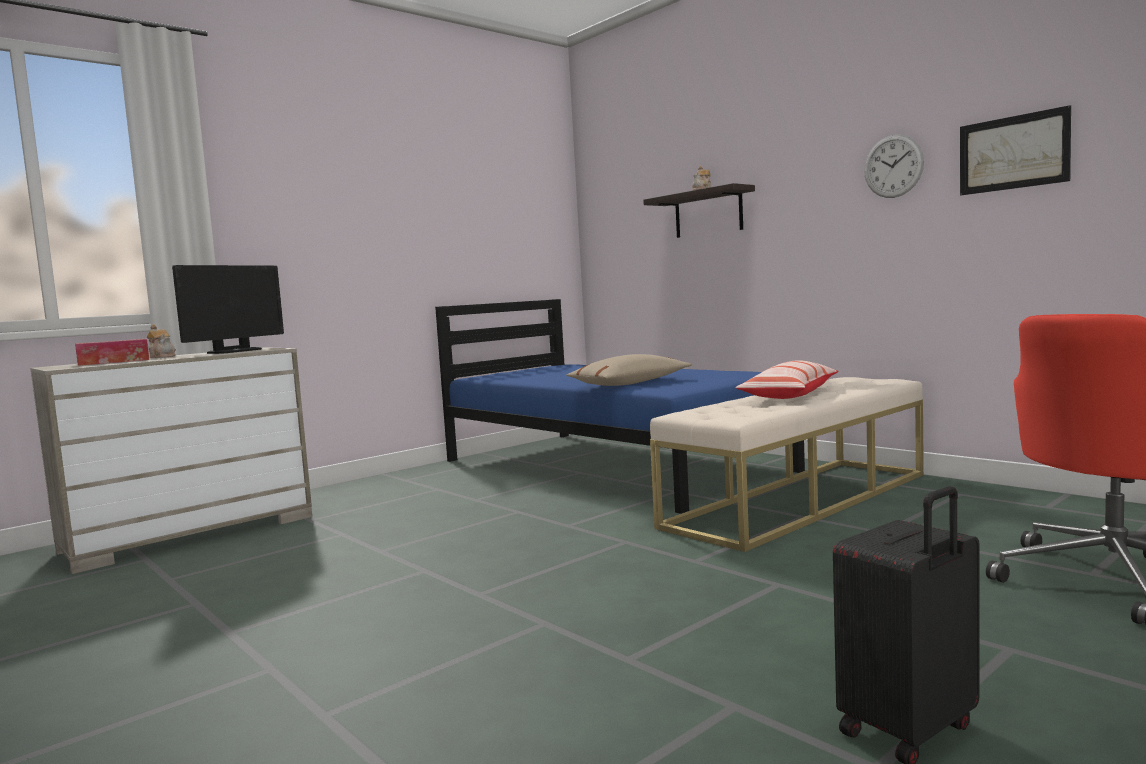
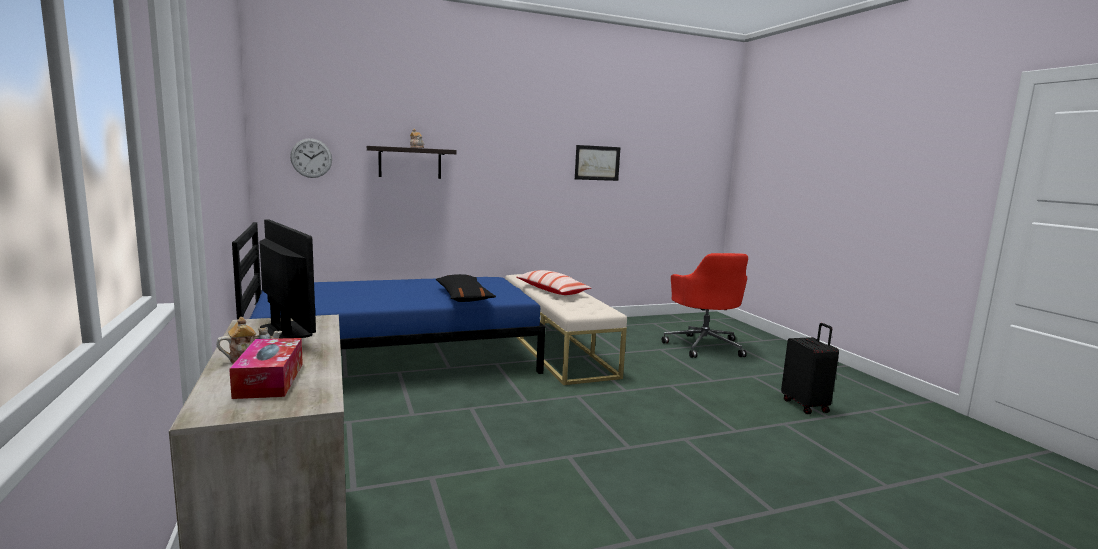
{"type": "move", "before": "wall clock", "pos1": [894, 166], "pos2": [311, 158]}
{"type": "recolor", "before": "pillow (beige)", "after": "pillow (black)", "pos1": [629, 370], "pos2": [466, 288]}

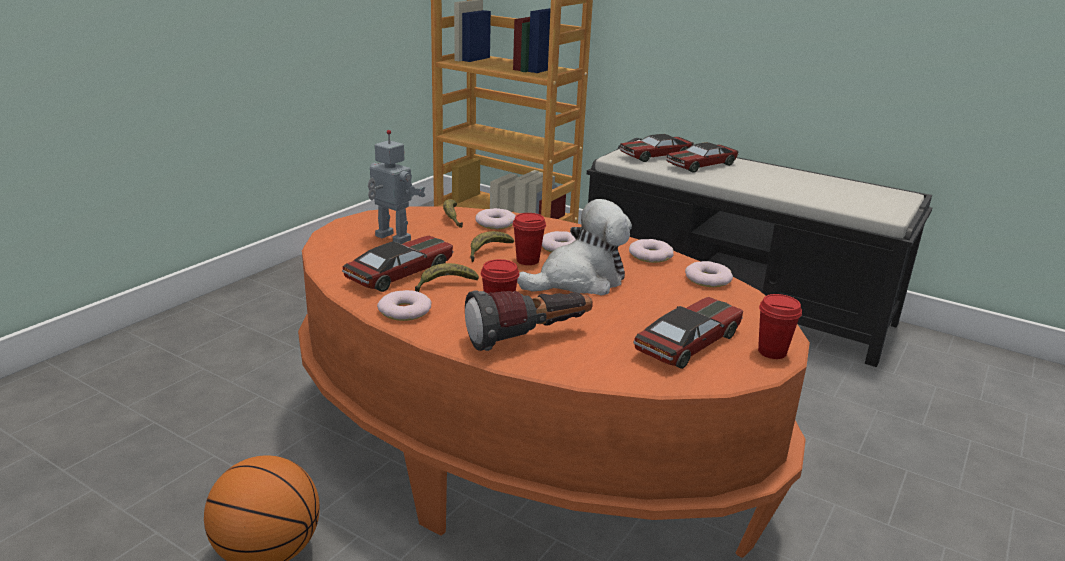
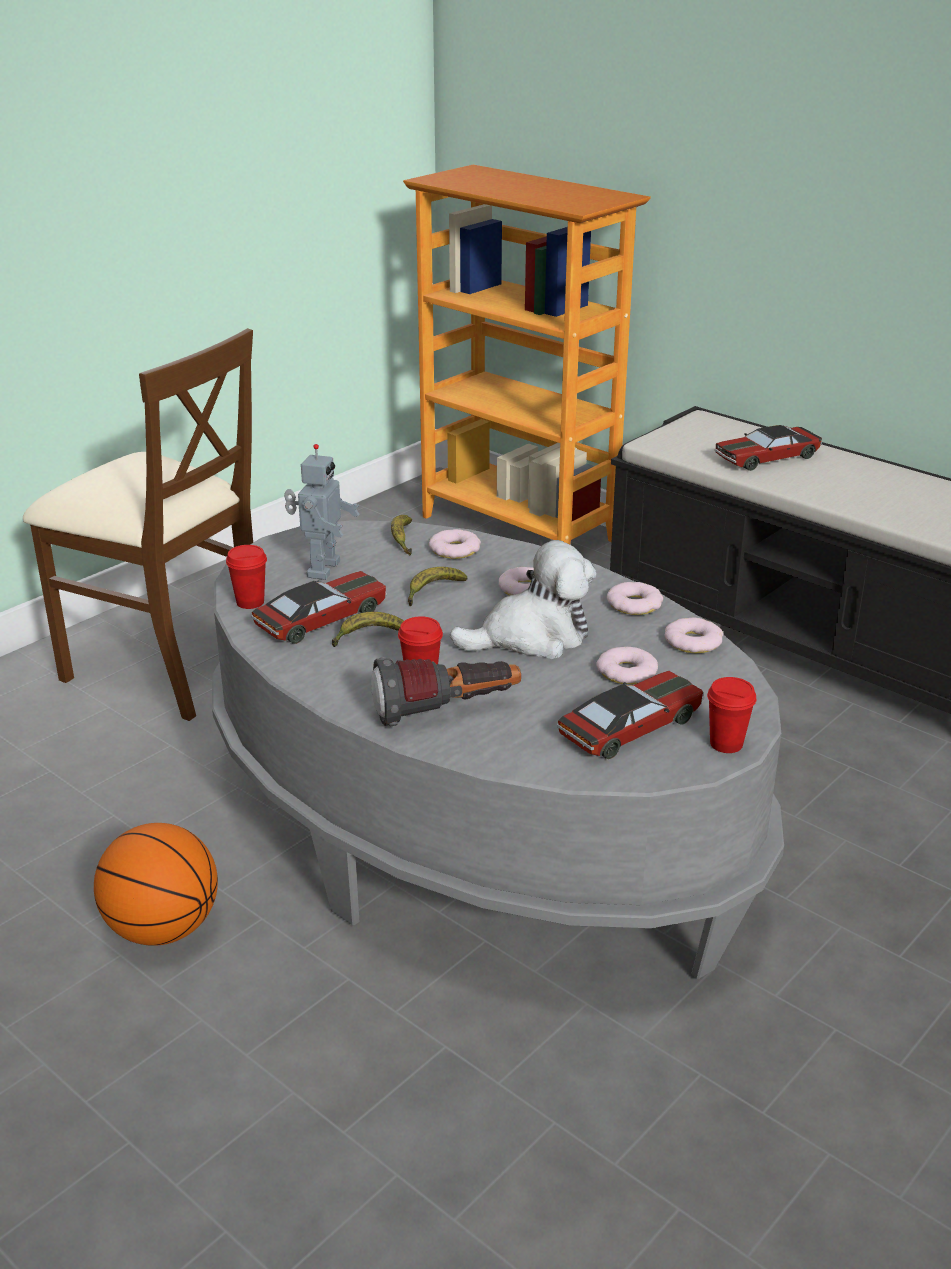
{"type": "delete", "before": "toy car", "pos1": [656, 148]}
{"type": "insert", "after": "chair (brown)", "pos2": [138, 524]}
{"type": "move", "before": "donut", "pos1": [404, 305], "pos2": [627, 665]}
{"type": "move", "before": "cup (red)", "pos1": [529, 239], "pos2": [246, 577]}
{"type": "recolor", "before": "coffee table (orange)", "after": "coffee table (grey)", "pos1": [554, 382], "pos2": [498, 749]}
{"type": "rotate", "before": "toy robot", "pos1": [397, 187], "pos2": [321, 512], "turn": 60}

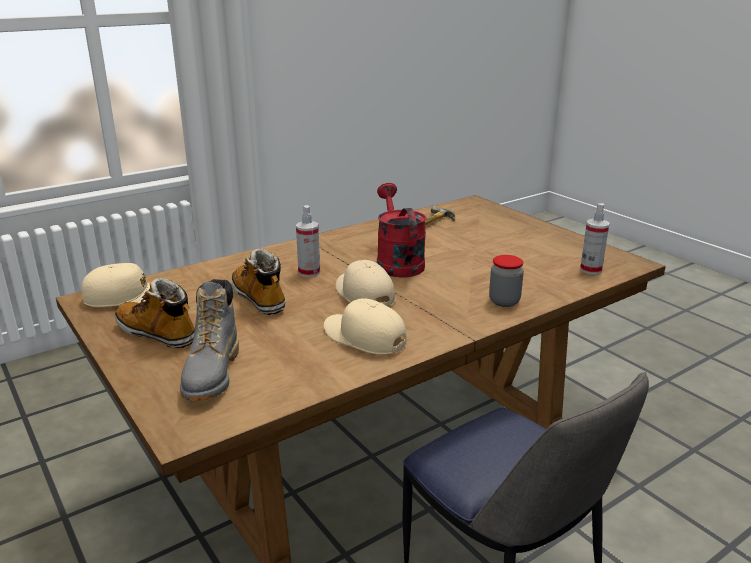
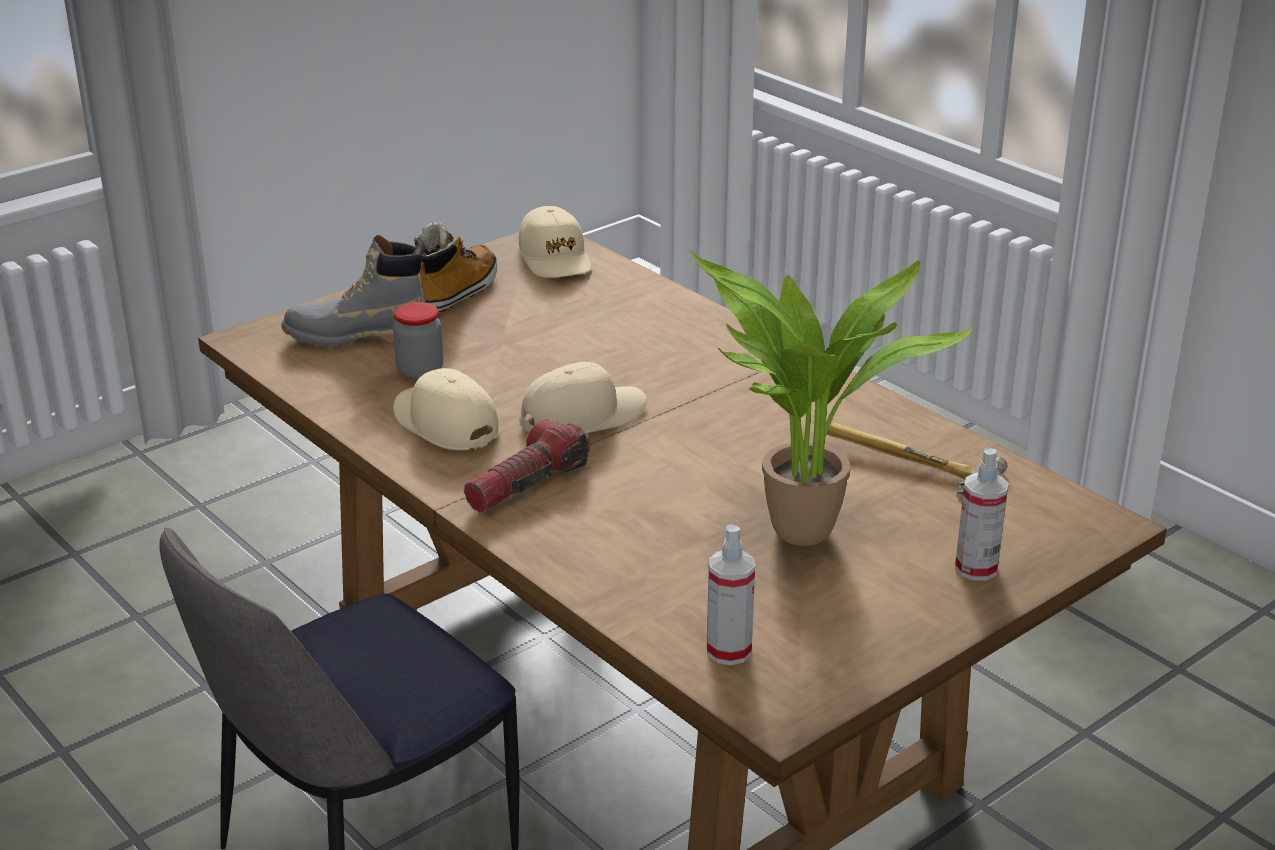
{"type": "delete", "before": "boot", "pos1": [258, 281]}
{"type": "delete", "before": "watering can (red)", "pos1": [402, 230]}
{"type": "insert", "after": "flashlight", "pos2": [527, 466]}
{"type": "insert", "after": "potted plant", "pos2": [831, 397]}
{"type": "move", "before": "spray bottle", "pos1": [308, 241], "pos2": [982, 514]}
{"type": "move", "before": "jar", "pos1": [506, 281], "pos2": [418, 341]}
{"type": "rotate", "before": "cap (beige)", "pos1": [365, 326], "pos2": [446, 409], "turn": -75}

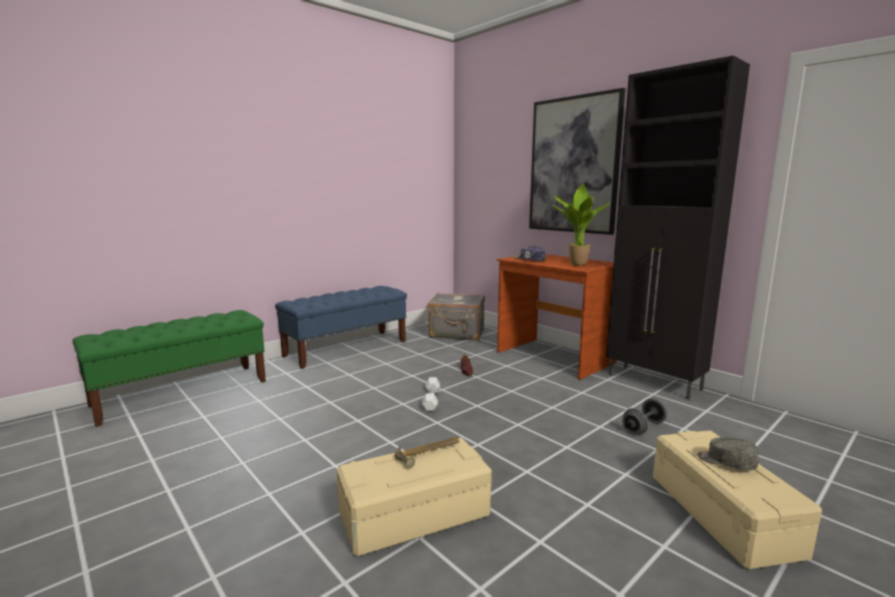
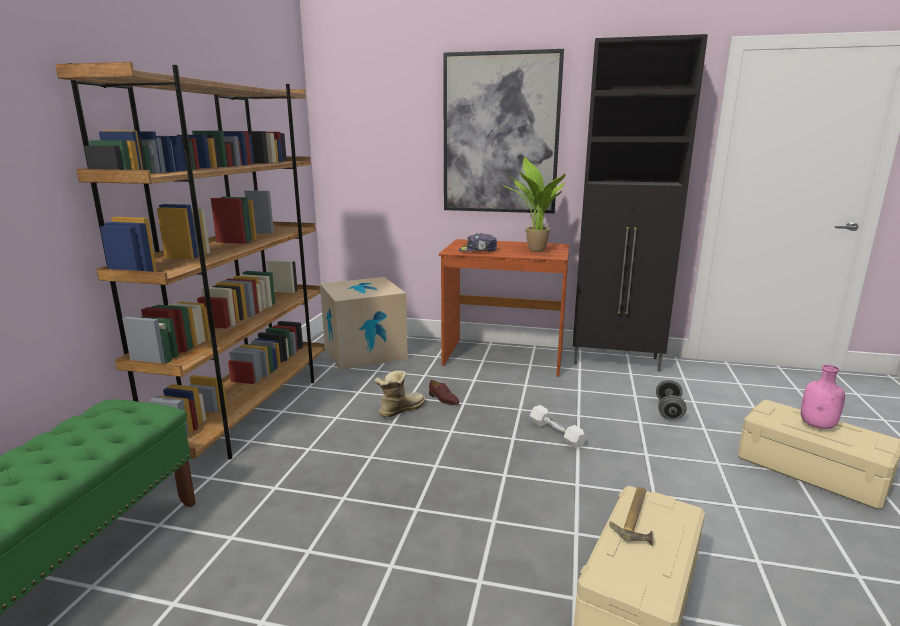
{"type": "insert", "after": "boot", "pos2": [400, 394]}
{"type": "move", "before": "dumbbell (white)", "pos1": [431, 394], "pos2": [558, 426]}
{"type": "replace", "before": "bench (blue)", "after": "bookcase (brown)", "pos1": [341, 327], "pos2": [190, 260]}
{"type": "replace", "before": "suitcase (grey)", "after": "cardboard box", "pos1": [456, 316], "pos2": [364, 323]}
{"type": "replace", "before": "cap (grey)", "after": "bottle (pink)", "pos1": [727, 454], "pos2": [823, 397]}

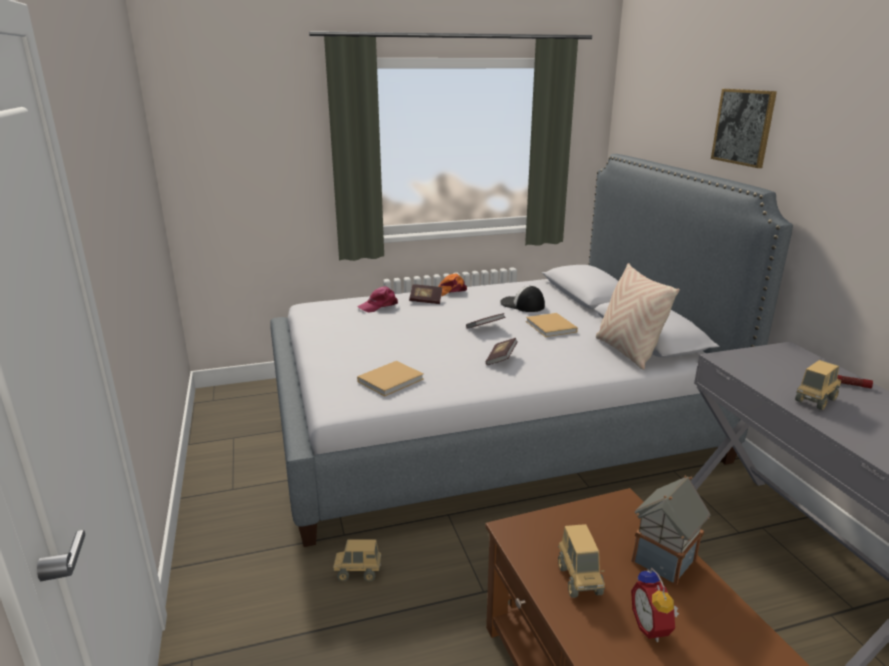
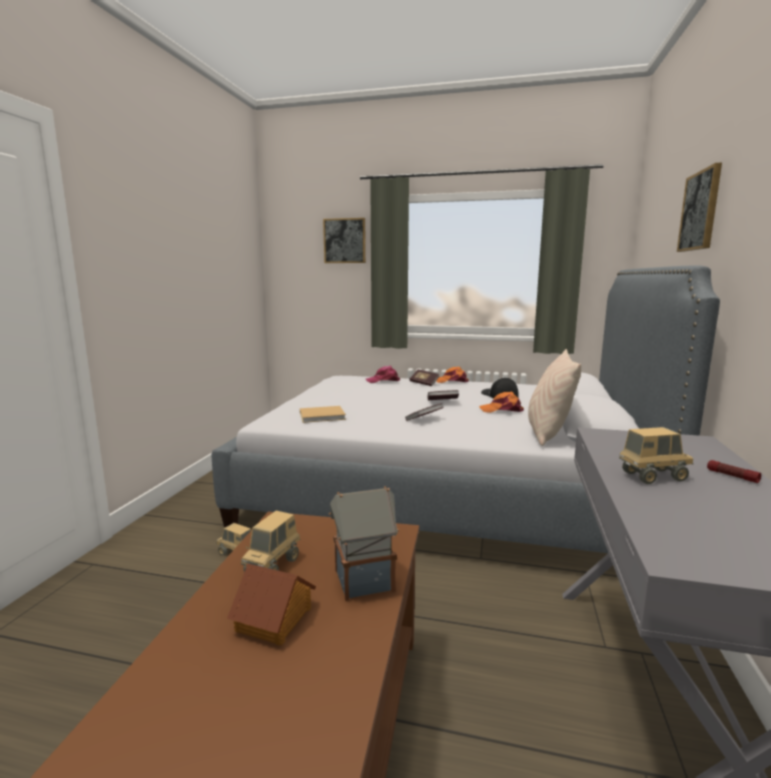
{"type": "insert", "after": "picture", "pos2": [344, 240]}
{"type": "replace", "before": "book (beige)", "after": "cap (orange)", "pos1": [552, 325], "pos2": [501, 402]}
{"type": "replace", "before": "alarm clock", "after": "toy house", "pos1": [655, 604], "pos2": [271, 604]}

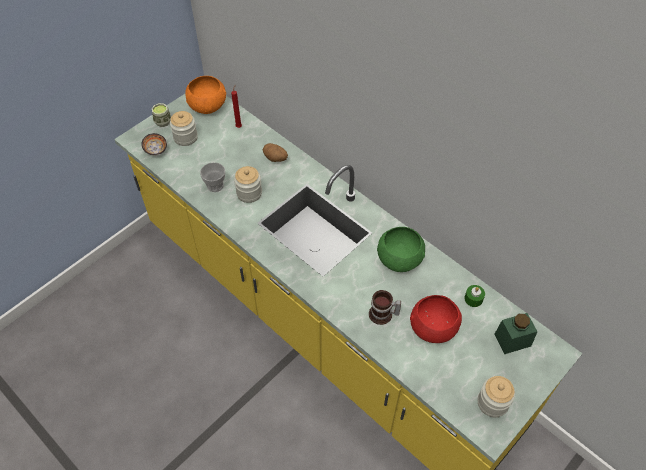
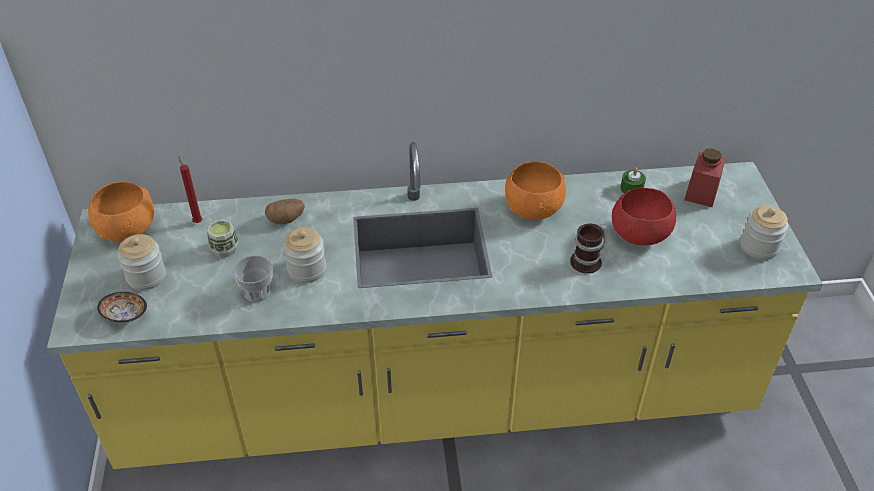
{"type": "move", "before": "cup", "pos1": [161, 115], "pos2": [223, 238]}
{"type": "recolor", "before": "bowl (green)", "after": "bowl (orange)", "pos1": [401, 249], "pos2": [535, 190]}
{"type": "recolor", "before": "jar (green)", "after": "jar (red)", "pos1": [516, 333], "pos2": [705, 178]}

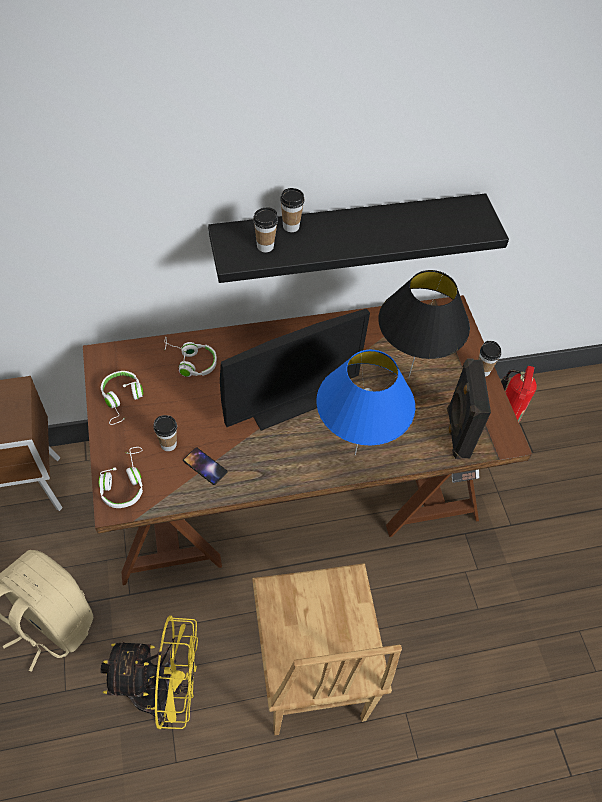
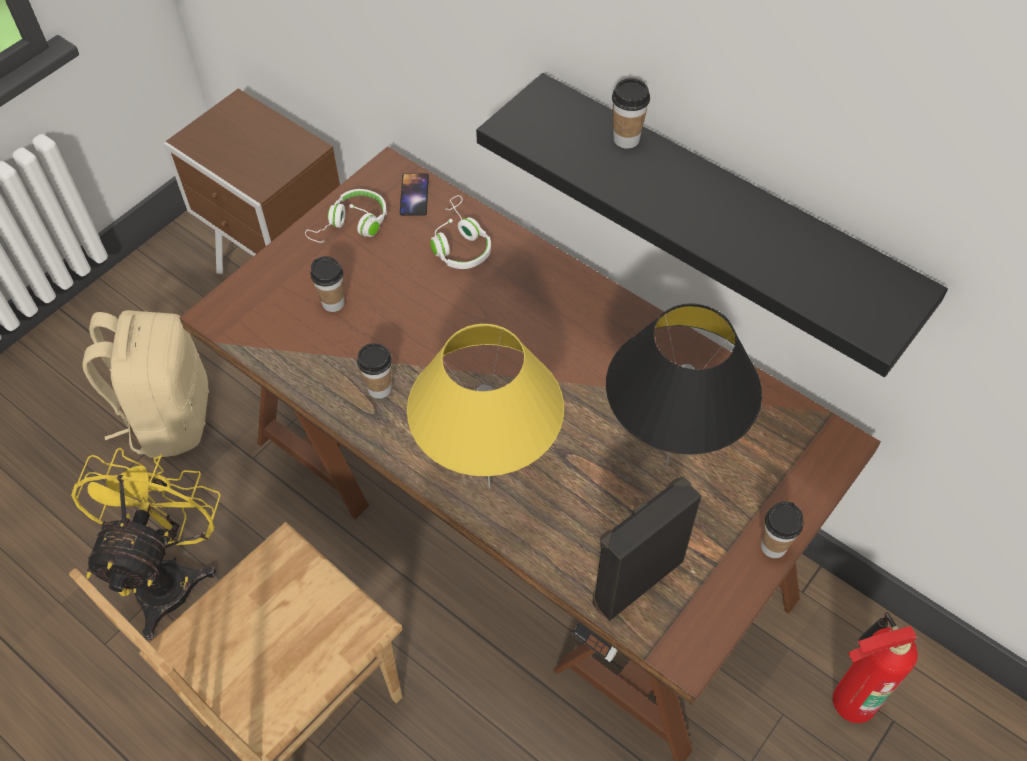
{"type": "delete", "before": "headphones (white)", "pos1": [121, 477]}
{"type": "delete", "before": "monitor", "pos1": [295, 370]}
{"type": "move", "before": "phone", "pos1": [205, 466], "pos2": [414, 194]}
{"type": "move", "before": "cup", "pos1": [265, 230], "pos2": [374, 371]}
{"type": "recolor", "before": "table lamp (blue)", "after": "table lamp (yellow)", "pos1": [365, 402], "pos2": [485, 406]}
{"type": "rotate", "before": "fan (yellow)", "pos1": [149, 672], "pos2": [146, 544], "turn": -135}

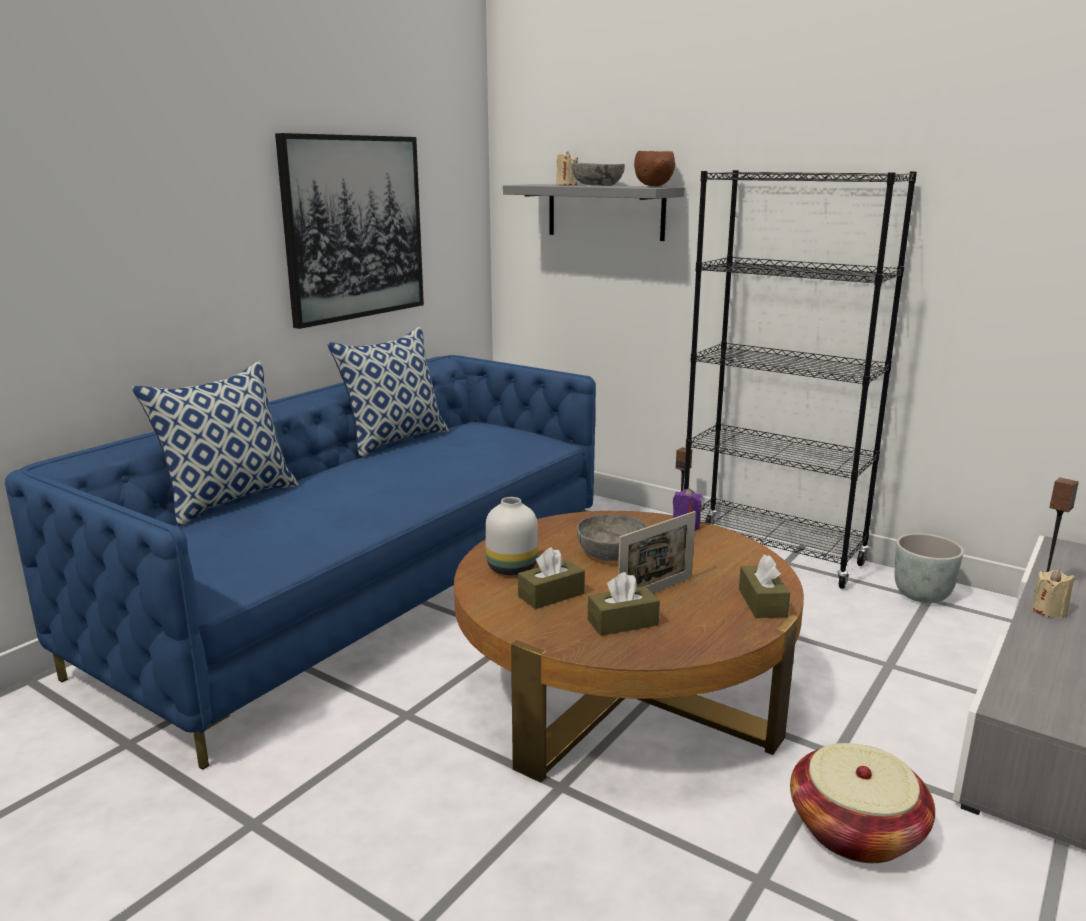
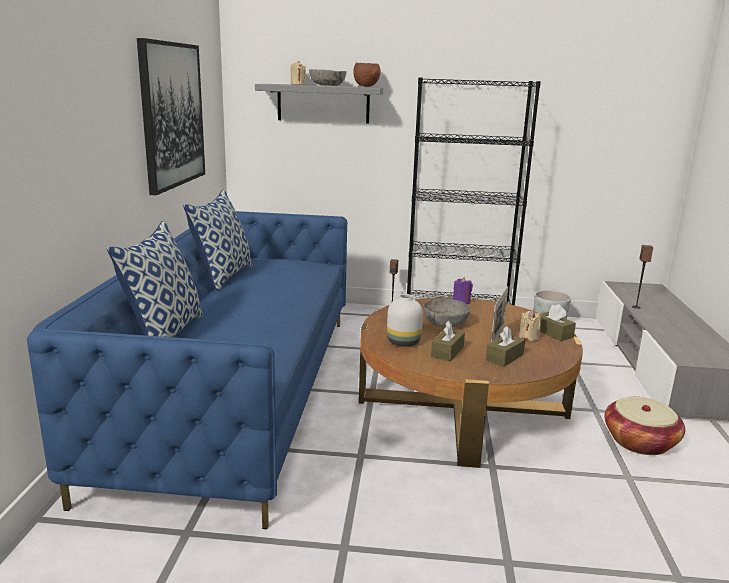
{"type": "move", "before": "candle (beige)", "pos1": [1053, 594], "pos2": [530, 325]}

